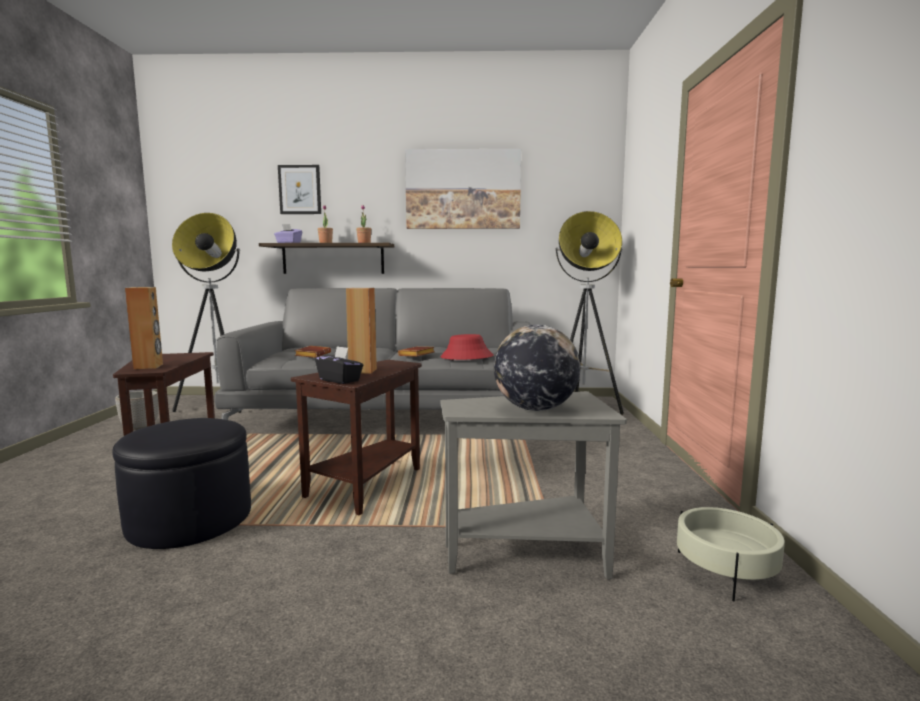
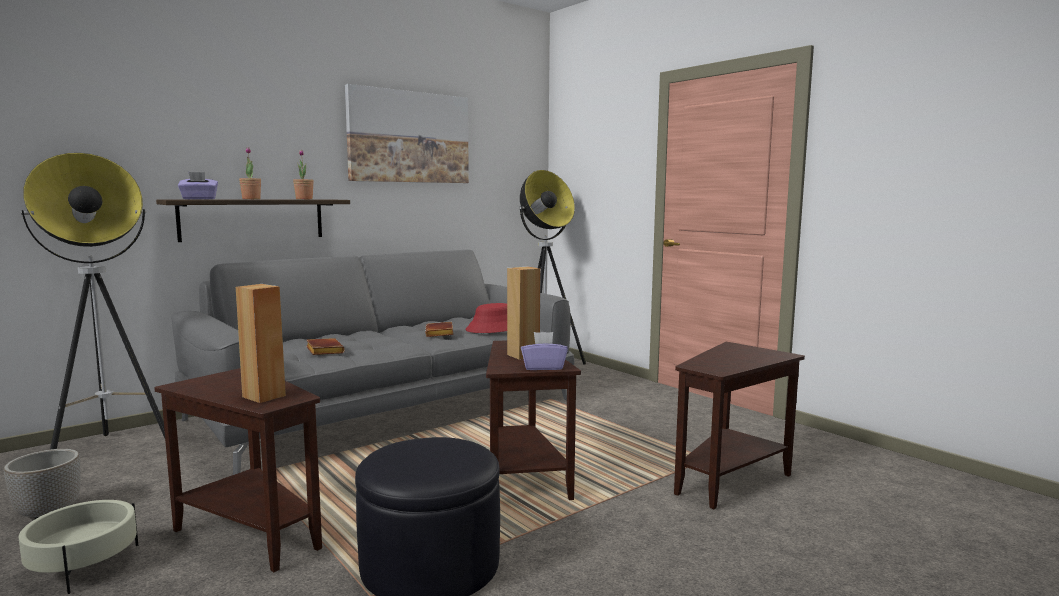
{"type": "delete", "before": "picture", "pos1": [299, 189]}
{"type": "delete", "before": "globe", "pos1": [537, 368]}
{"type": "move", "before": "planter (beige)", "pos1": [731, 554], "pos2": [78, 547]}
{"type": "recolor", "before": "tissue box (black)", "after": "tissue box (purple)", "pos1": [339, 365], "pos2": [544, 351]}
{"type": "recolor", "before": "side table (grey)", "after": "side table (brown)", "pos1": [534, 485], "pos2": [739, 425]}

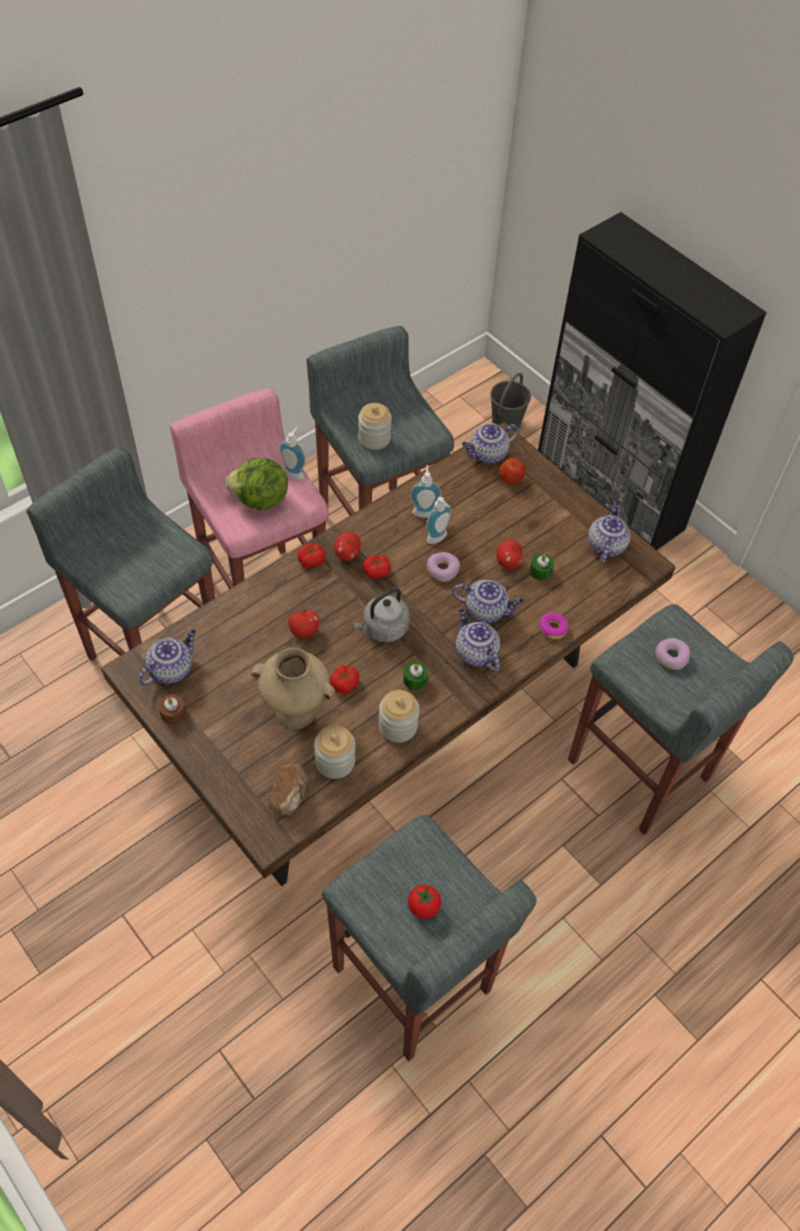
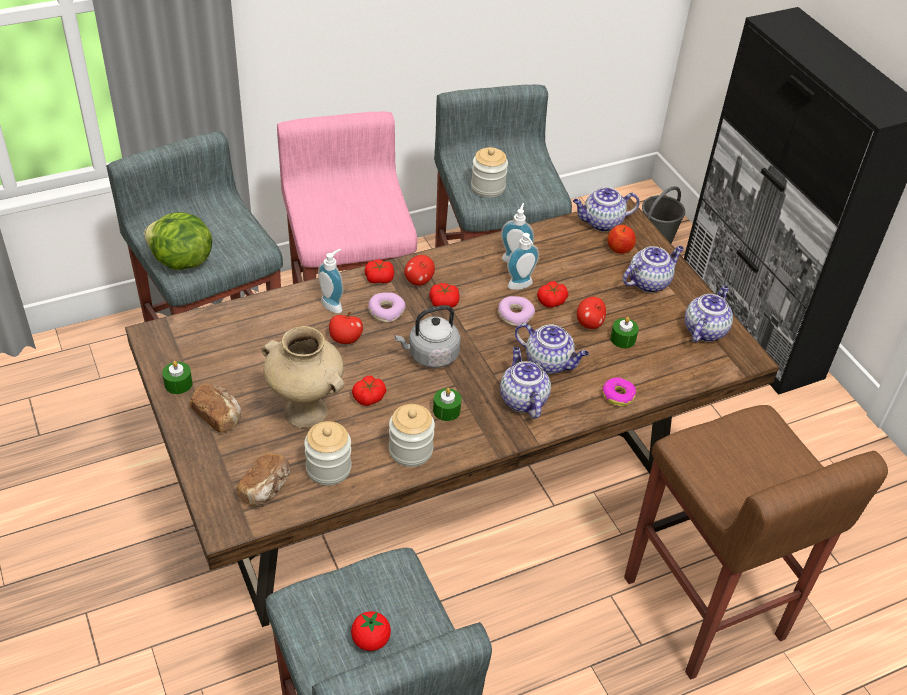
{"type": "insert", "after": "bread", "pos2": [215, 408]}
{"type": "insert", "after": "tomato", "pos2": [552, 294]}
{"type": "move", "before": "teapot", "pos1": [167, 657], "pos2": [653, 269]}
{"type": "move", "before": "lettuce", "pos1": [257, 484], "pos2": [178, 241]}
{"type": "move", "before": "soap dispenser", "pos1": [292, 453], "pos2": [330, 281]}
{"type": "move", "before": "donut", "pos1": [672, 654], "pos2": [386, 307]}
{"type": "recolor", "before": "candle (brown)", "after": "candle (green)", "pos1": [172, 709], "pos2": [177, 377]}
{"type": "recolor", "before": "stool (grey)", "after": "stool (brown)", "pos1": [681, 719], "pos2": [756, 542]}

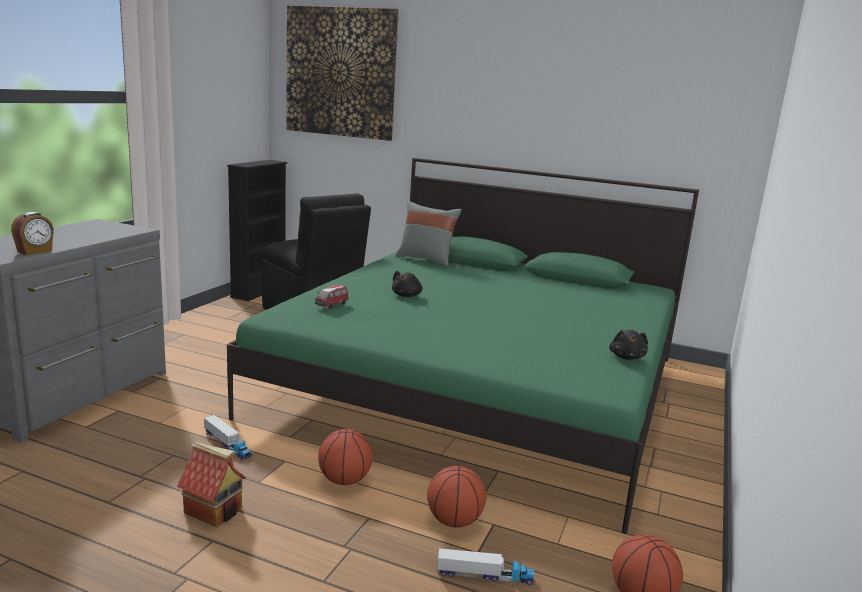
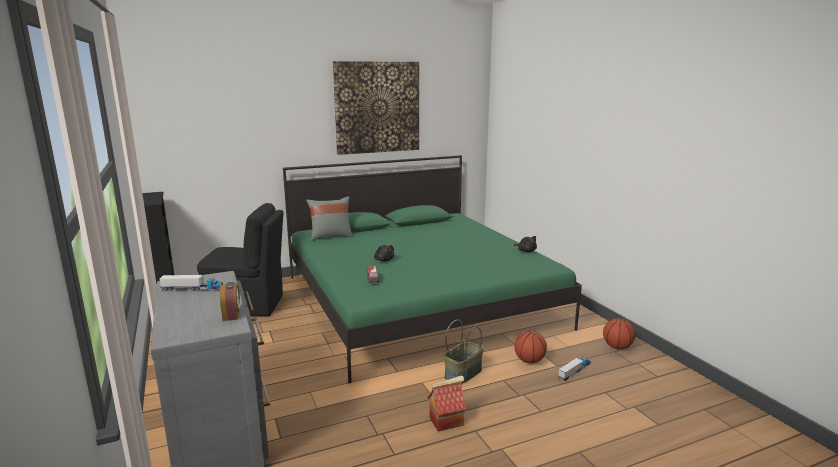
{"type": "move", "before": "toy truck", "pos1": [228, 438], "pos2": [191, 283]}
{"type": "move", "before": "picture", "pos1": [342, 73], "pos2": [376, 108]}
{"type": "replace", "before": "basketball", "after": "basket", "pos1": [345, 457], "pos2": [464, 352]}

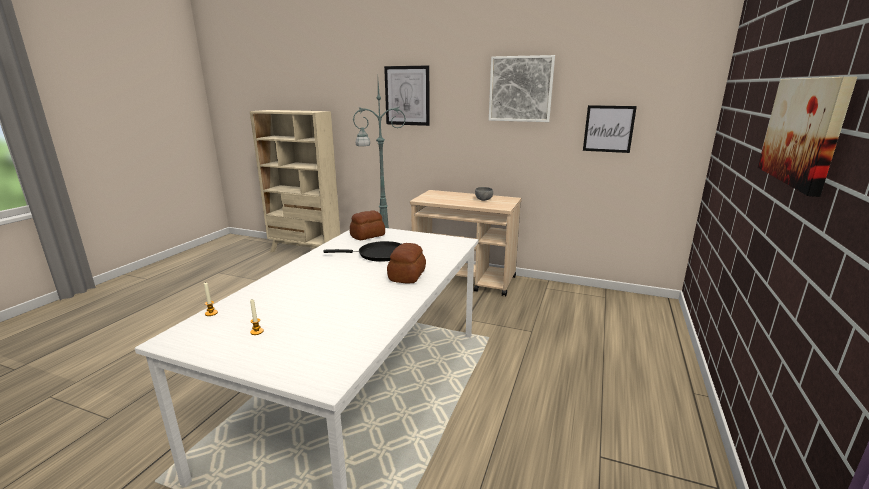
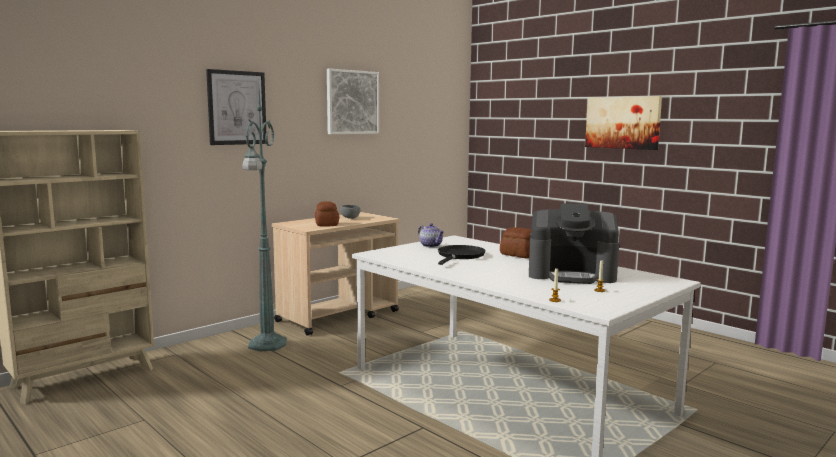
{"type": "delete", "before": "picture", "pos1": [610, 129]}
{"type": "insert", "after": "teapot", "pos2": [431, 235]}
{"type": "insert", "after": "coffee machine", "pos2": [574, 243]}
{"type": "move", "before": "bread", "pos1": [367, 225], "pos2": [327, 214]}

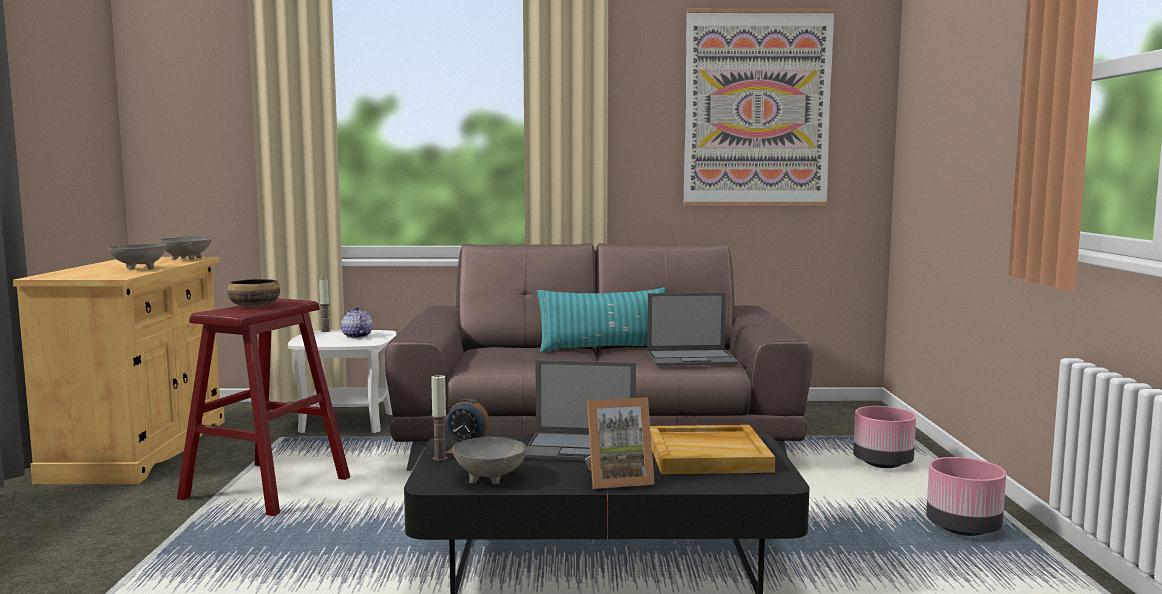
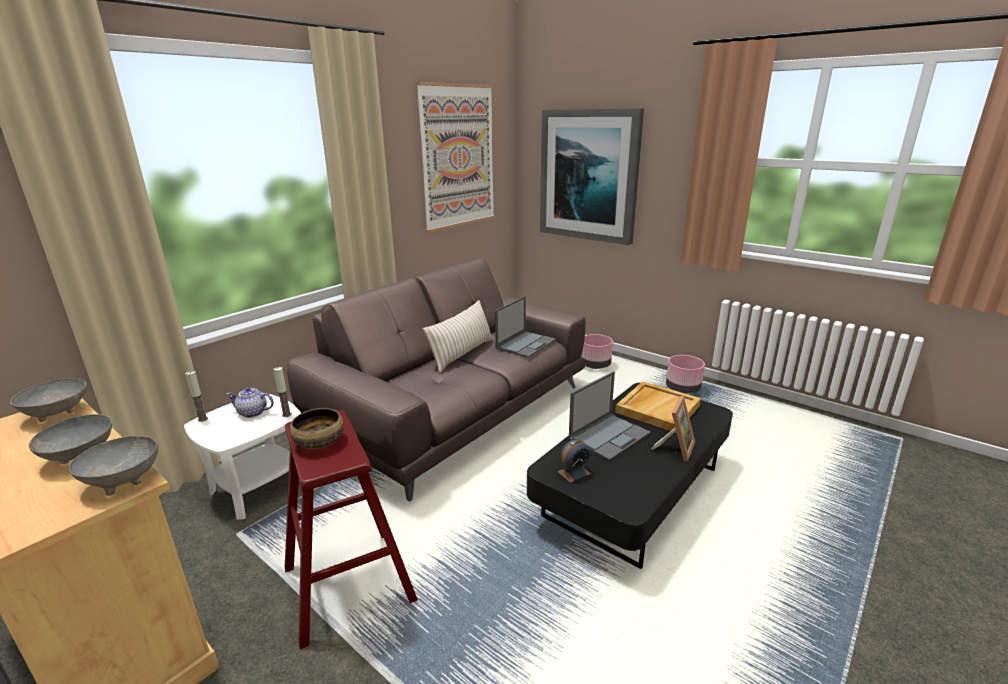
{"type": "insert", "after": "picture", "pos2": [592, 176]}
{"type": "move", "before": "candle", "pos1": [439, 417], "pos2": [282, 392]}
{"type": "move", "before": "bowl (grey)", "pos1": [489, 461], "pos2": [113, 466]}
{"type": "recolor", "before": "pillow (turquoise)", "after": "pillow (beige)", "pos1": [601, 320], "pos2": [457, 336]}

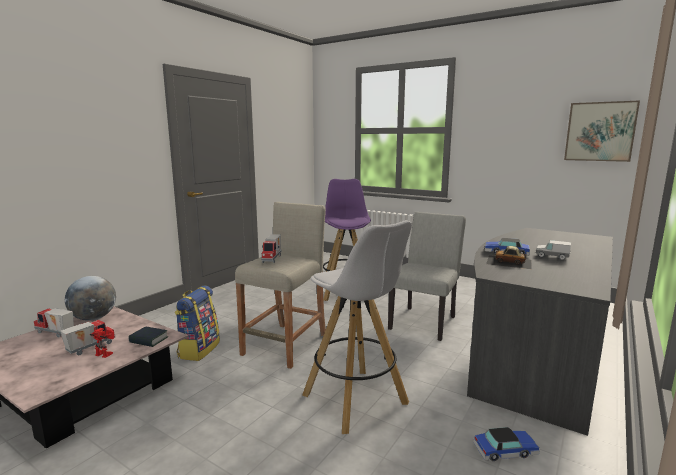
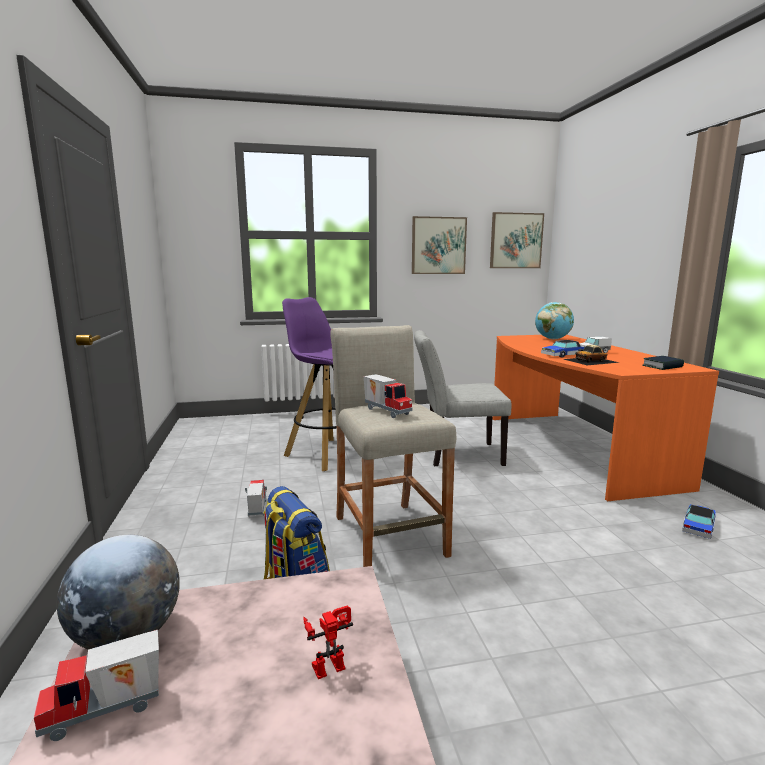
{"type": "delete", "before": "stool (white)", "pos1": [357, 327]}
{"type": "insert", "after": "picture", "pos2": [439, 245]}
{"type": "insert", "after": "globe", "pos2": [554, 320]}
{"type": "move", "before": "toy truck", "pos1": [87, 337], "pos2": [256, 498]}
{"type": "move", "before": "book", "pos1": [148, 336], "pos2": [663, 363]}
{"type": "recolor", "before": "desk (grey)", "after": "desk (orange)", "pos1": [540, 332], "pos2": [606, 418]}
{"type": "rotate", "before": "chair (grey)", "pos1": [427, 276], "pos2": [463, 398], "turn": -75}

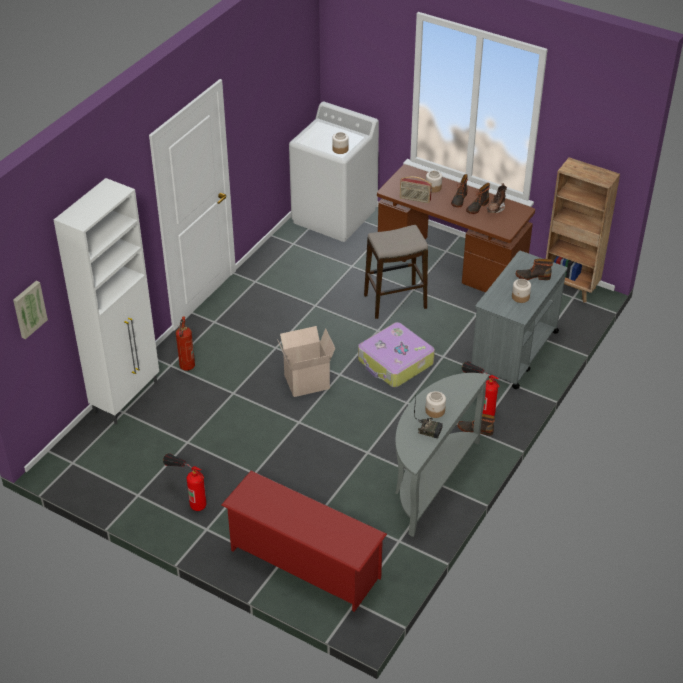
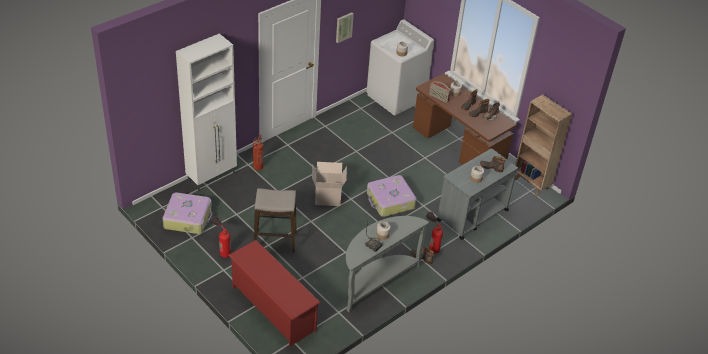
{"type": "insert", "after": "suitcase", "pos2": [188, 213]}
{"type": "move", "before": "picture", "pos1": [30, 310], "pos2": [345, 27]}
{"type": "move", "before": "stool", "pos1": [396, 272], "pos2": [275, 220]}

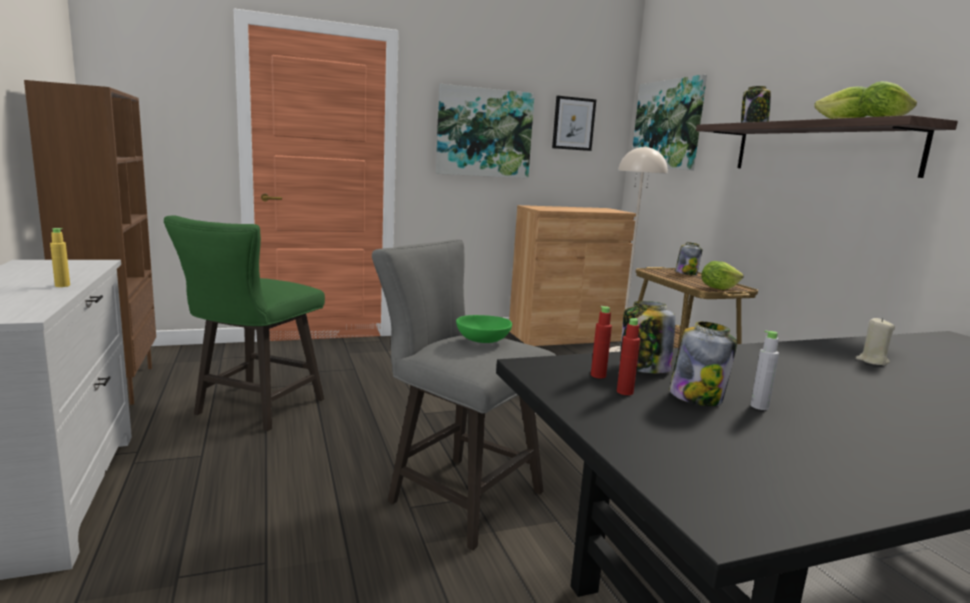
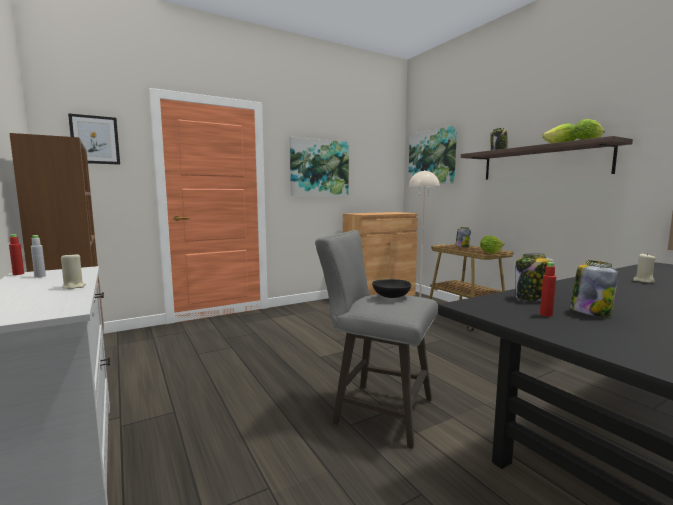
{"type": "delete", "before": "stool (green)", "pos1": [244, 323]}
{"type": "move", "before": "picture", "pos1": [574, 123], "pos2": [94, 139]}
{"type": "move", "before": "bottle (red)", "pos1": [601, 342], "pos2": [16, 254]}
{"type": "move", "before": "bottle (grey)", "pos1": [765, 370], "pos2": [38, 256]}
{"type": "replace", "before": "bottle (yellow)", "after": "candle (beige)", "pos1": [60, 257], "pos2": [73, 270]}
{"type": "recolor", "before": "bowl (green)", "after": "bowl (black)", "pos1": [484, 329], "pos2": [391, 288]}

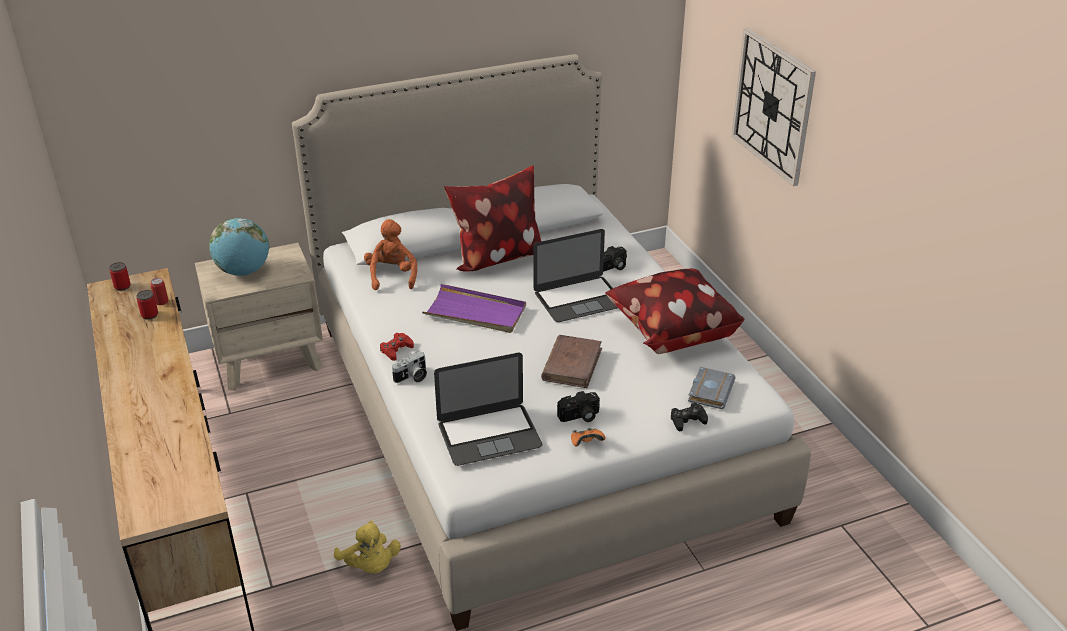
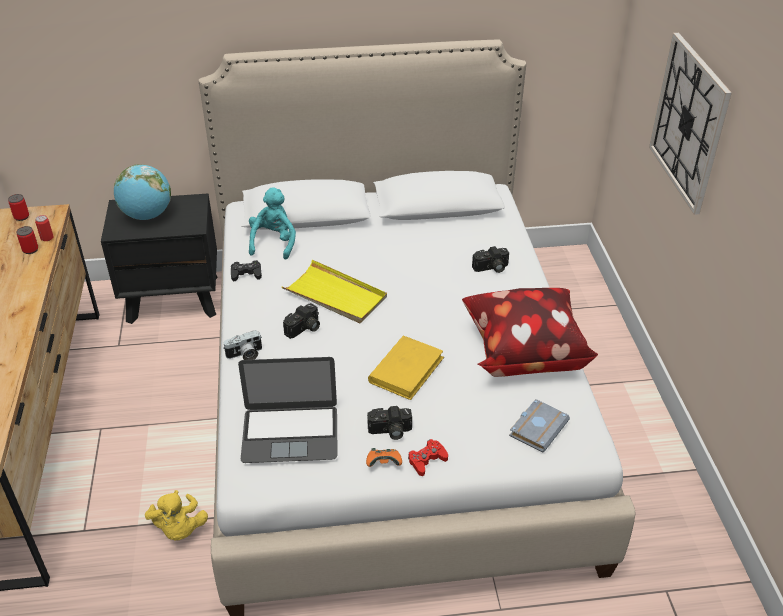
{"type": "delete", "before": "pillow", "pos1": [493, 218]}
{"type": "delete", "before": "laptop", "pos1": [576, 275]}
{"type": "insert", "after": "photo camera", "pos2": [301, 321]}
{"type": "move", "before": "game controller (red)", "pos1": [397, 347], "pos2": [428, 457]}
{"type": "move", "before": "game controller (black)", "pos1": [689, 417], "pos2": [246, 270]}
{"type": "recolor", "before": "nightstand (beige)", "after": "nightstand (black)", "pos1": [259, 317], "pos2": [159, 259]}
{"type": "recolor", "before": "plush toy (orange)", "after": "plush toy (turquoise)", "pos1": [390, 254], "pos2": [272, 224]}
{"type": "recolor", "before": "tray (purple)", "after": "tray (yellow)", "pos1": [474, 308], "pos2": [334, 291]}
{"type": "recolor", "before": "book (brown)", "after": "book (yellow)", "pos1": [571, 361], "pos2": [406, 367]}

